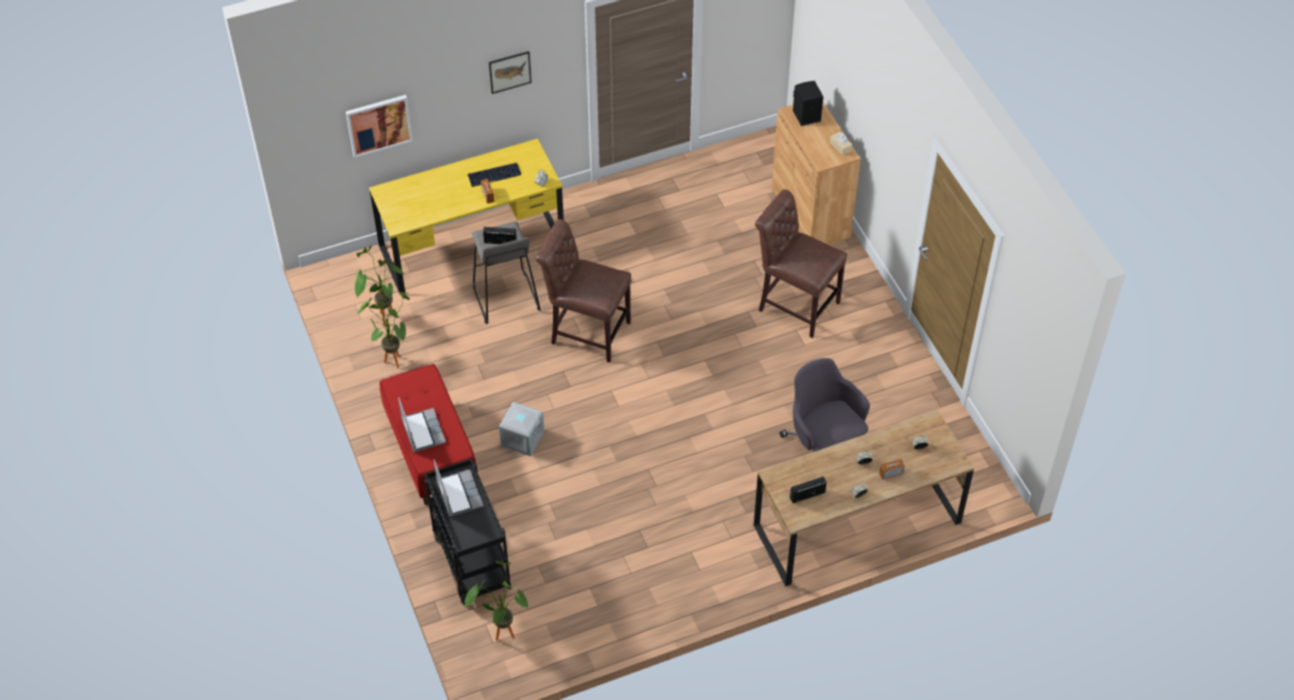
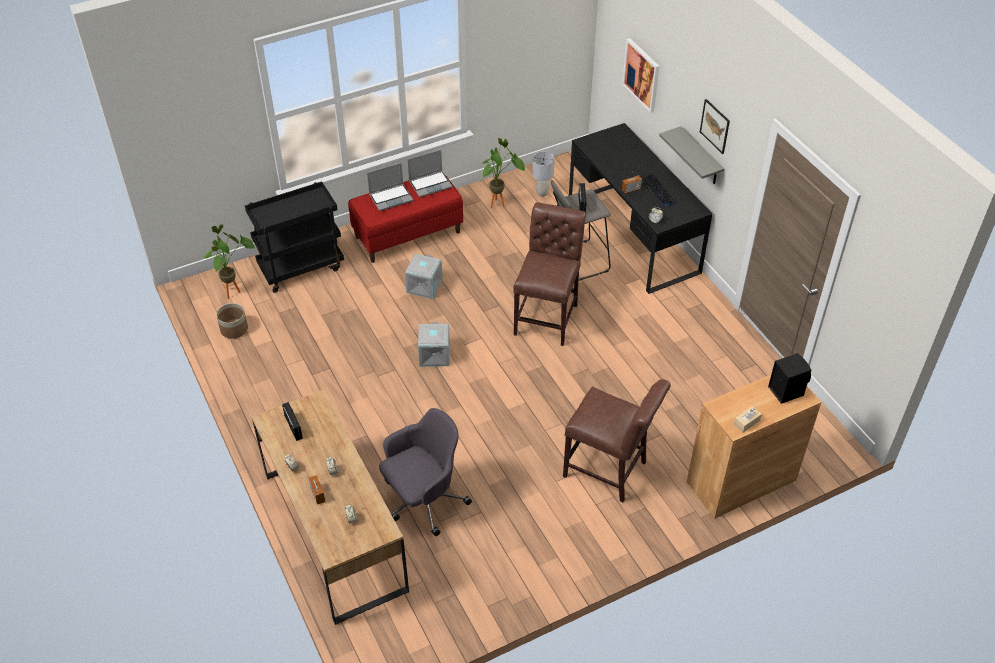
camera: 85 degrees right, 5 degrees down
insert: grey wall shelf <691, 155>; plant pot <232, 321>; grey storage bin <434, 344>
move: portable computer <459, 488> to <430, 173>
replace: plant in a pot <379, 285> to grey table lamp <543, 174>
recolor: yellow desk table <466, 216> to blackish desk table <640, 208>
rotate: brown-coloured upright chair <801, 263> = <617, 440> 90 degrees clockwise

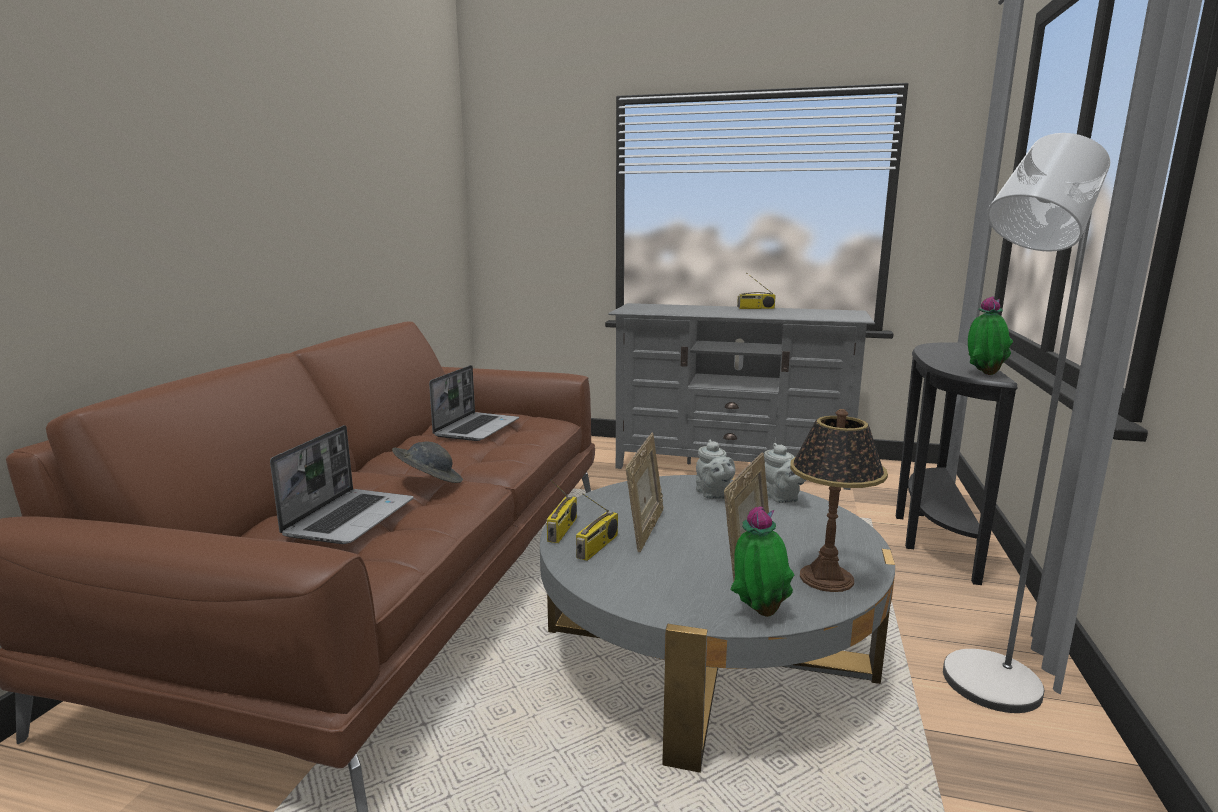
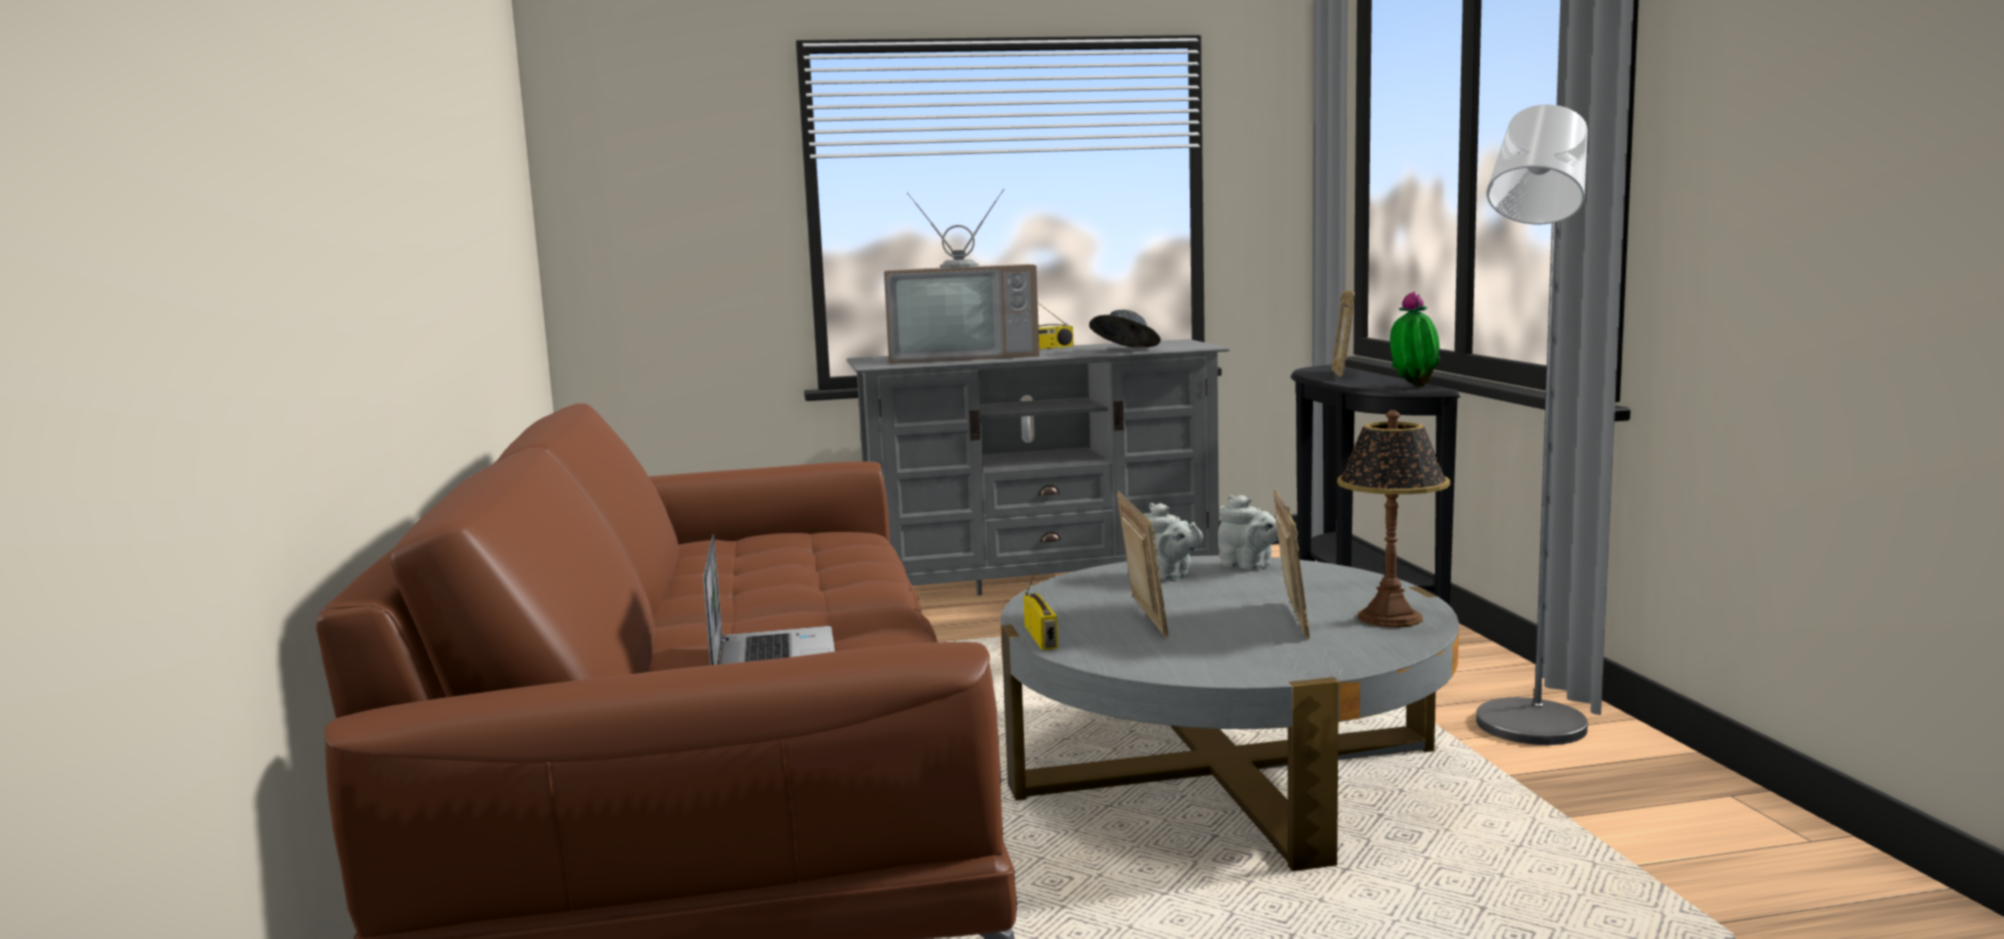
camera: 25 degrees left, 5 degrees down
delete: portable computer <474, 403>; radio receiver <597, 527>; plant in a pot <762, 561>
insert: TV <961, 276>; photo frame <1343, 333>
move: grey clothing hat <427, 462> to <1125, 329>

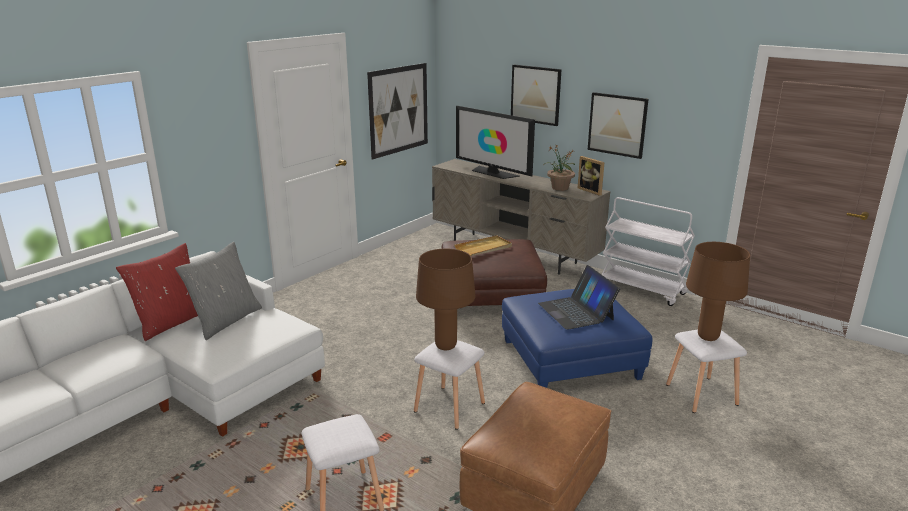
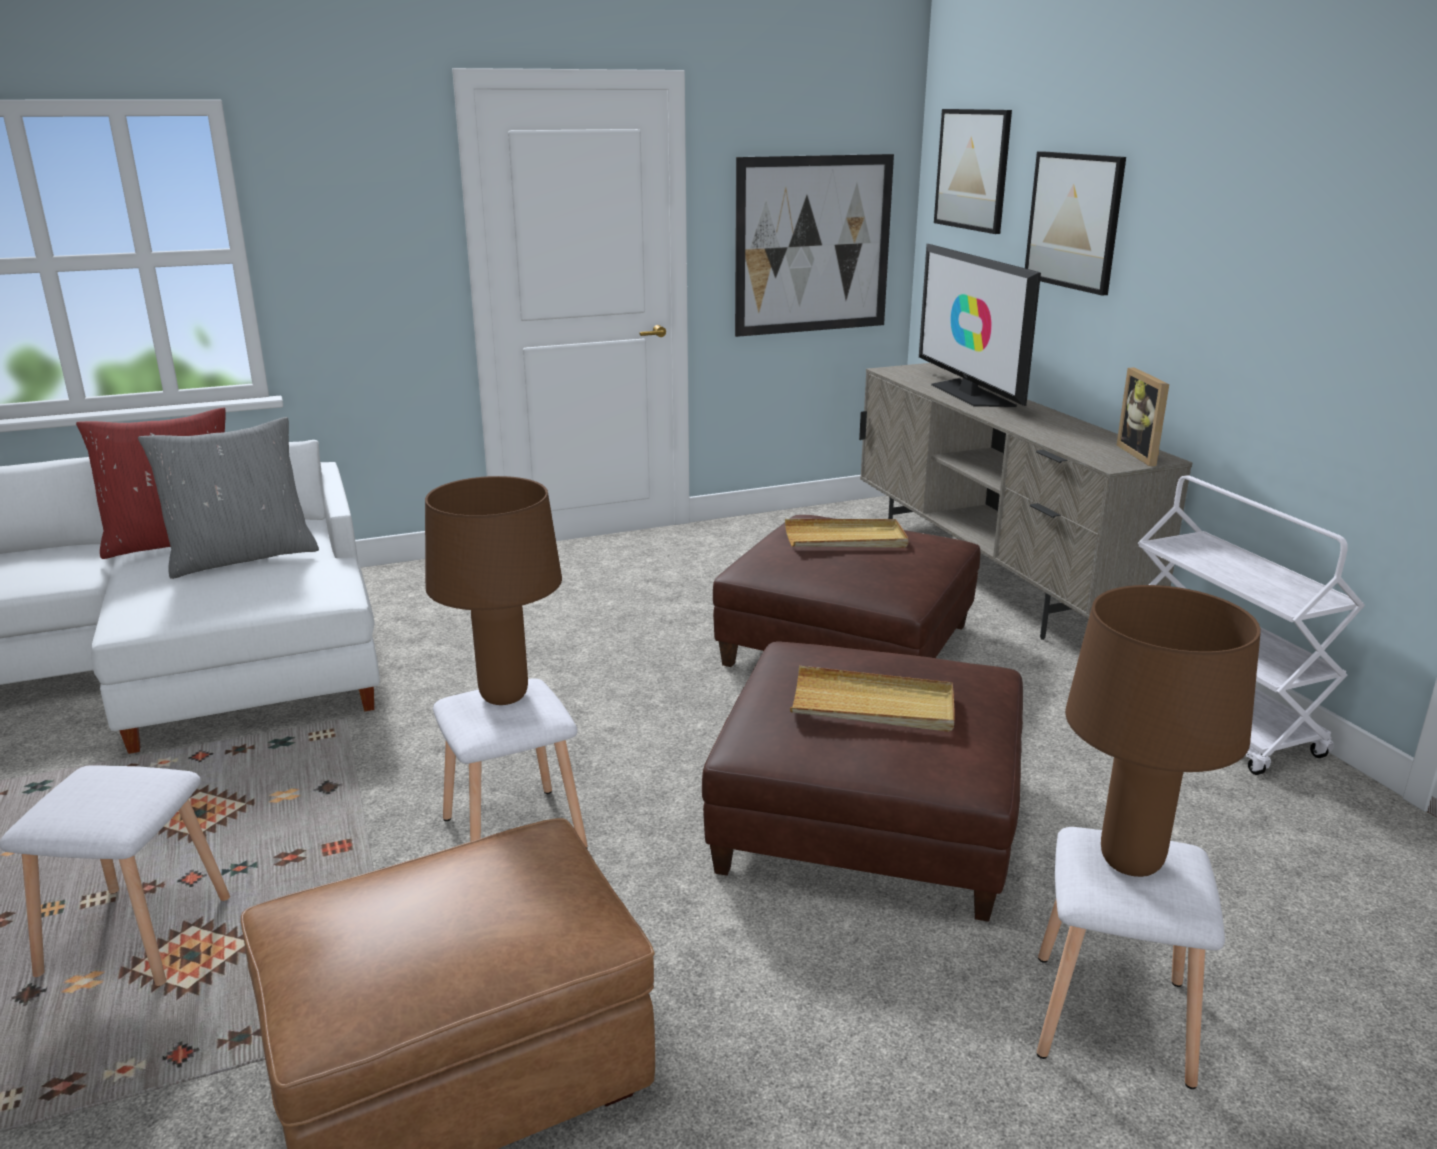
camera: 30 degrees right, 0 degrees up
delete: plant in a pot <559, 168>
move: wall art <618, 125> to <973, 171>
replace: portable computer <579, 297> to beige-coloured tray <872, 699>
recolor: blue footrest <577, 338> to brown-coloured footrest <862, 782>

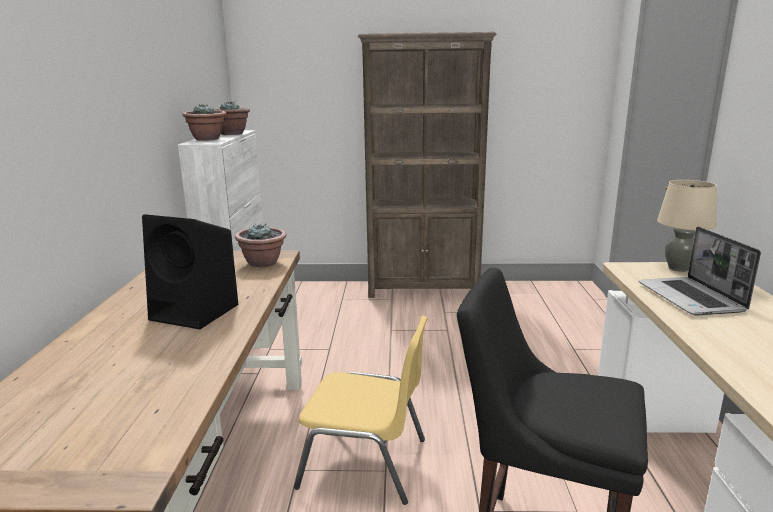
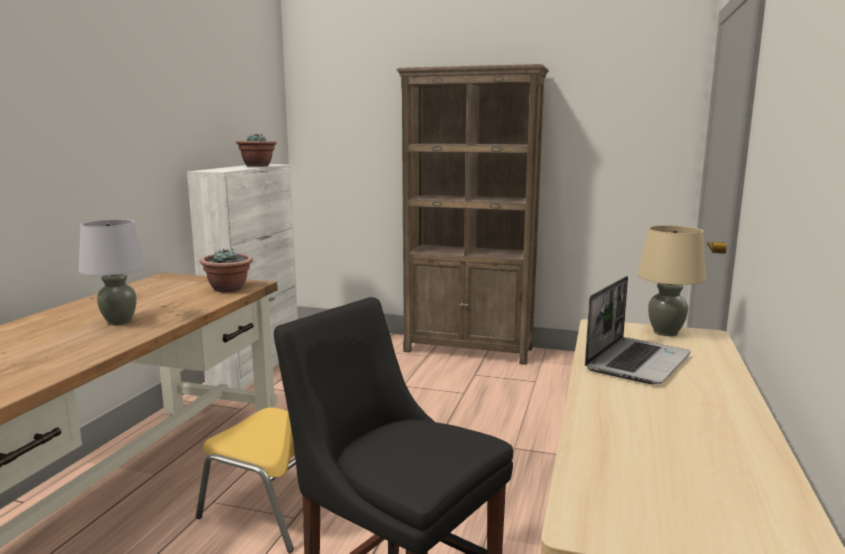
camera: 15 degrees right, 5 degrees down
delete: plant in a pot <204, 122>
replace: blackish speaker <190, 271> to grey table lamp <113, 272>
rotate: portable computer <699, 271> = <638, 330> 150 degrees counterclockwise

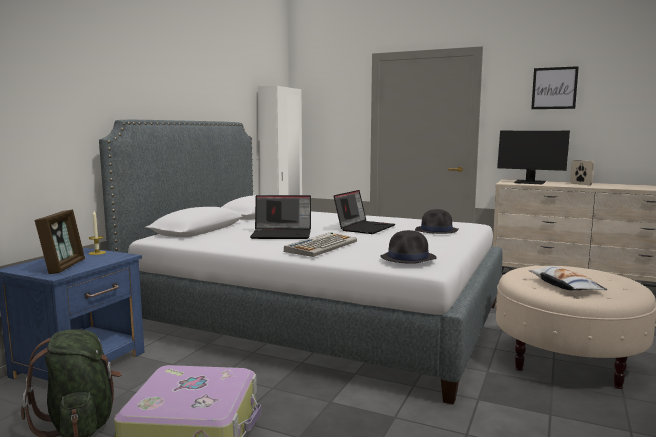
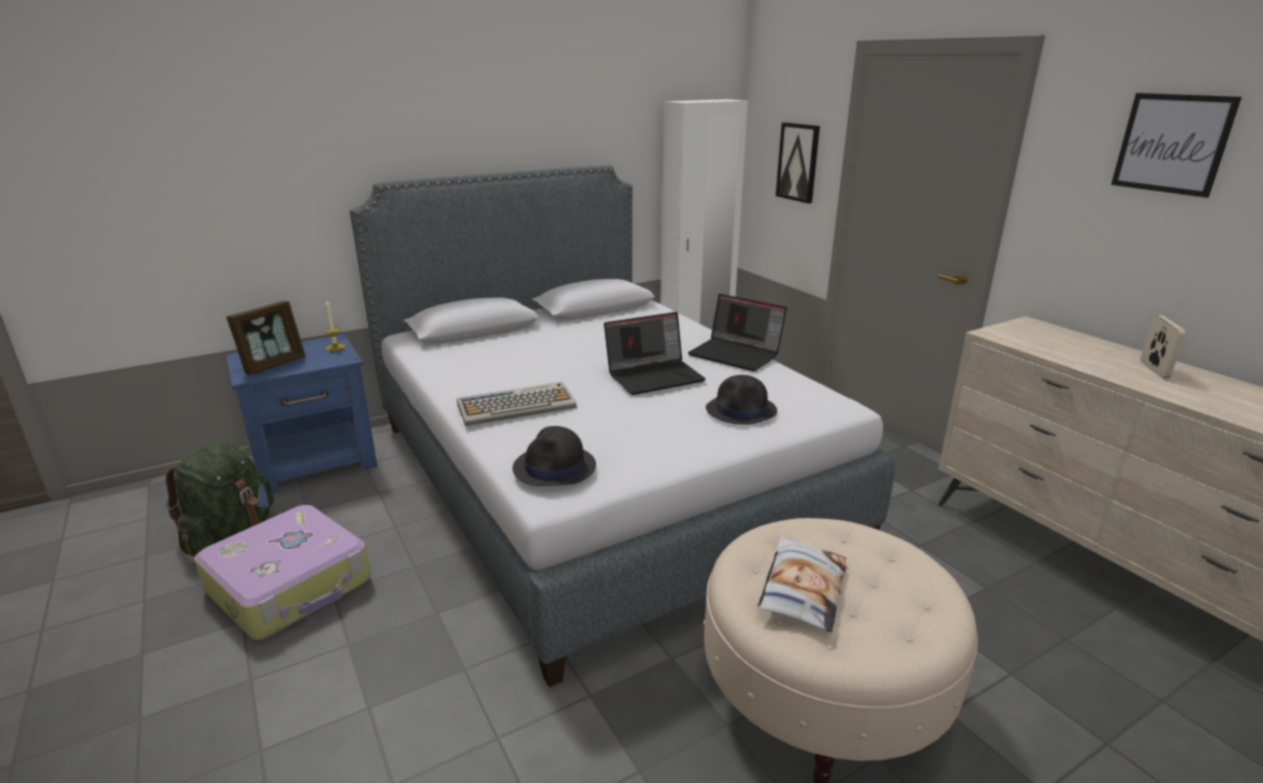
camera: 35 degrees right, 15 degrees up
delete: computer display <533, 157>
insert: wall art <798, 163>
move: portable computer <280, 217> to <737, 332>

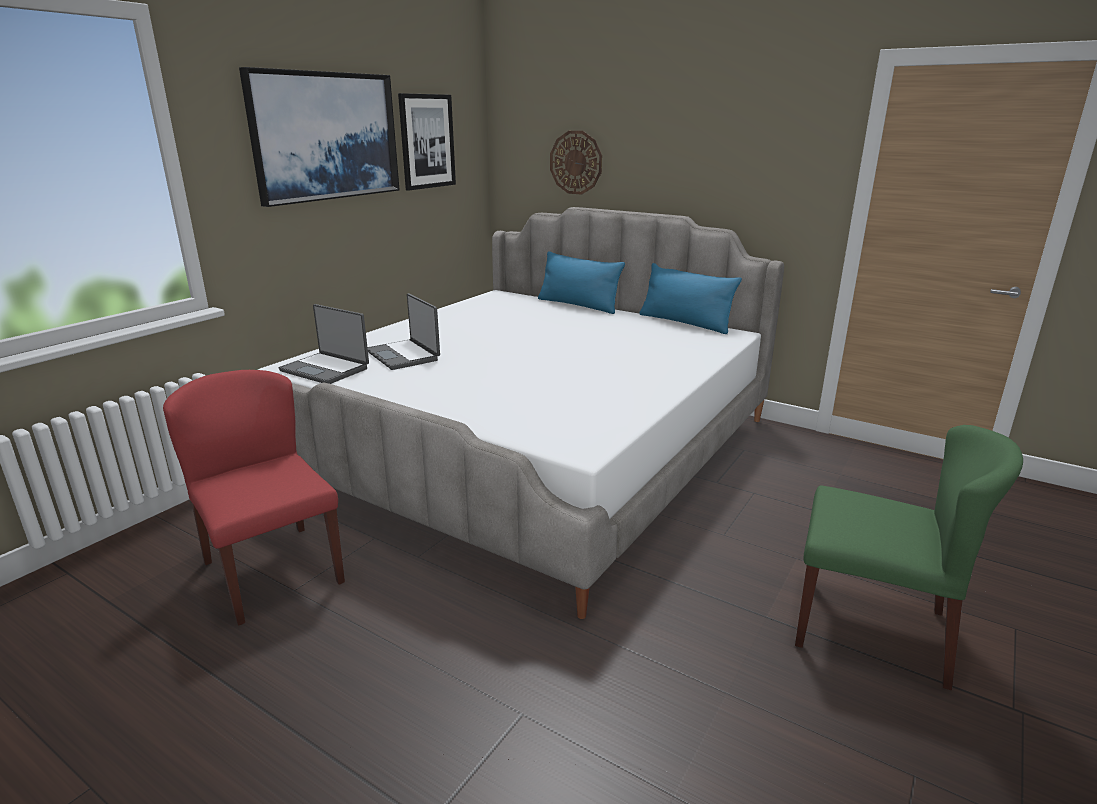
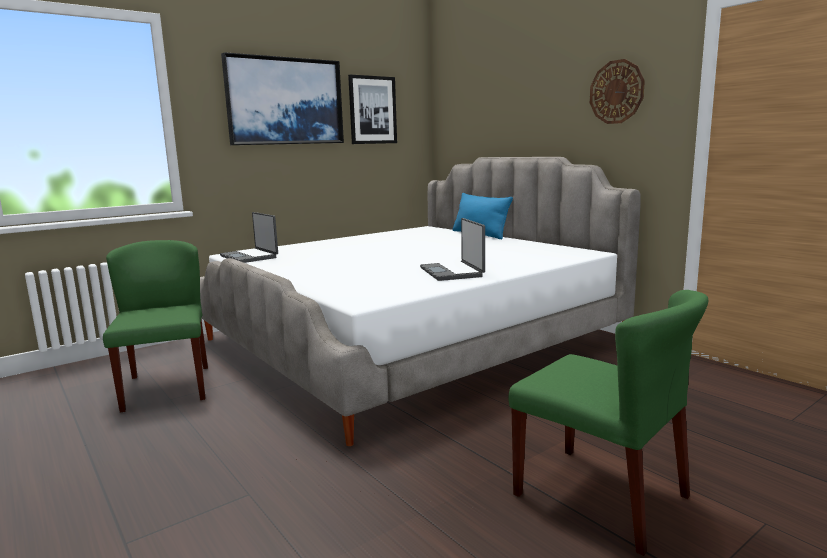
camera: 20 degrees right, 10 degrees down
delete: blue throw pillow <690, 298>
move: wall clock <576, 163> to <617, 91>; portable computer <403, 331> to <452, 249>
recolor: reddish upright chair <254, 498> to green upright chair <155, 326>

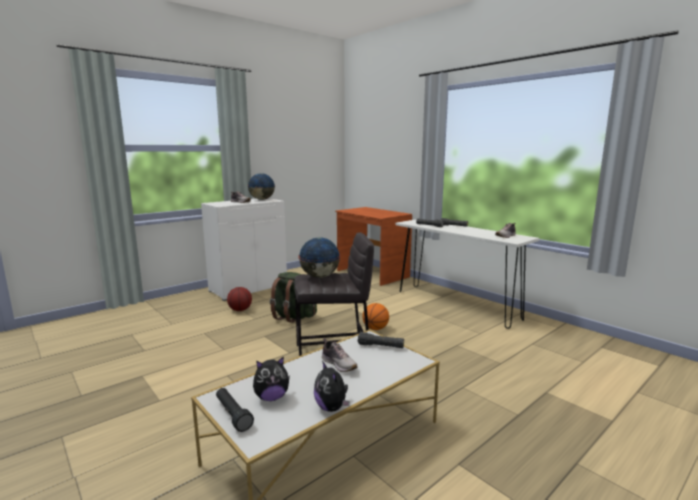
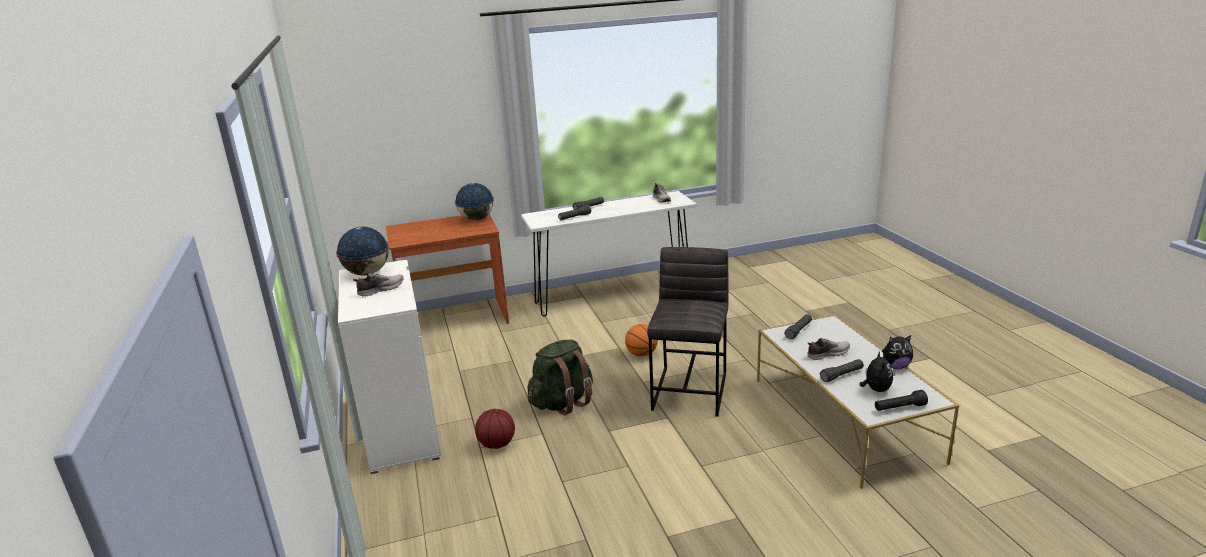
camera: 65 degrees left, 10 degrees up
insert: blackish hand torch <842, 370>
move: globe <319, 257> to <474, 201>

